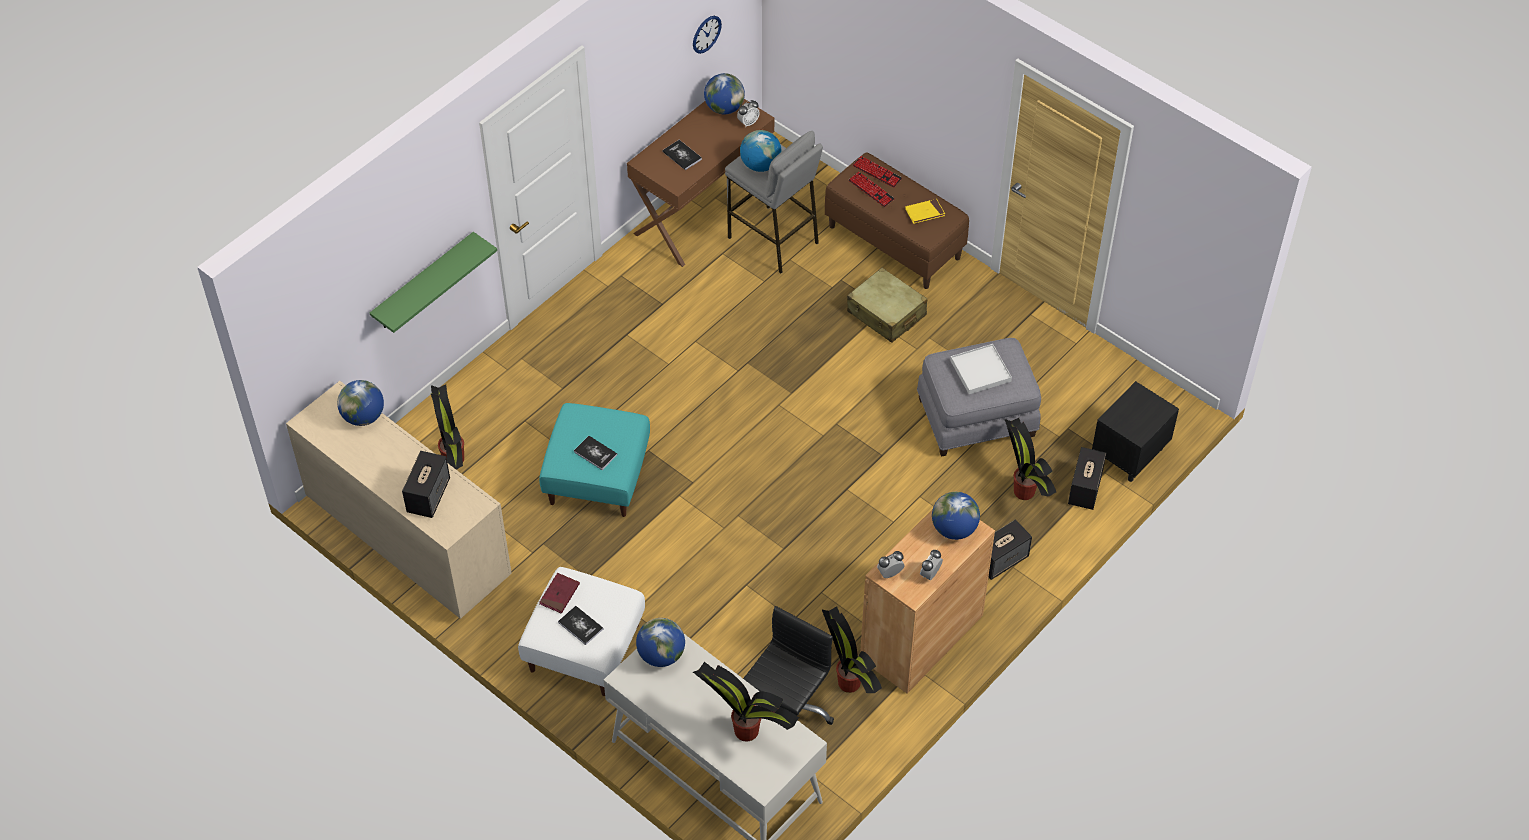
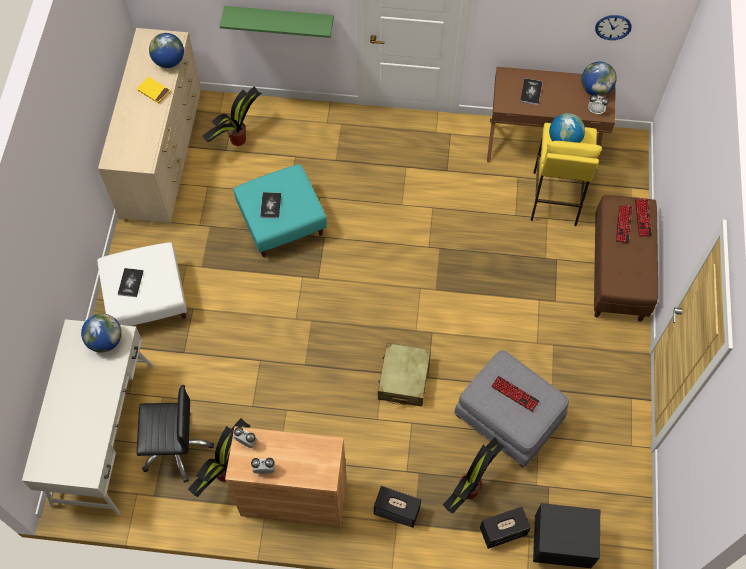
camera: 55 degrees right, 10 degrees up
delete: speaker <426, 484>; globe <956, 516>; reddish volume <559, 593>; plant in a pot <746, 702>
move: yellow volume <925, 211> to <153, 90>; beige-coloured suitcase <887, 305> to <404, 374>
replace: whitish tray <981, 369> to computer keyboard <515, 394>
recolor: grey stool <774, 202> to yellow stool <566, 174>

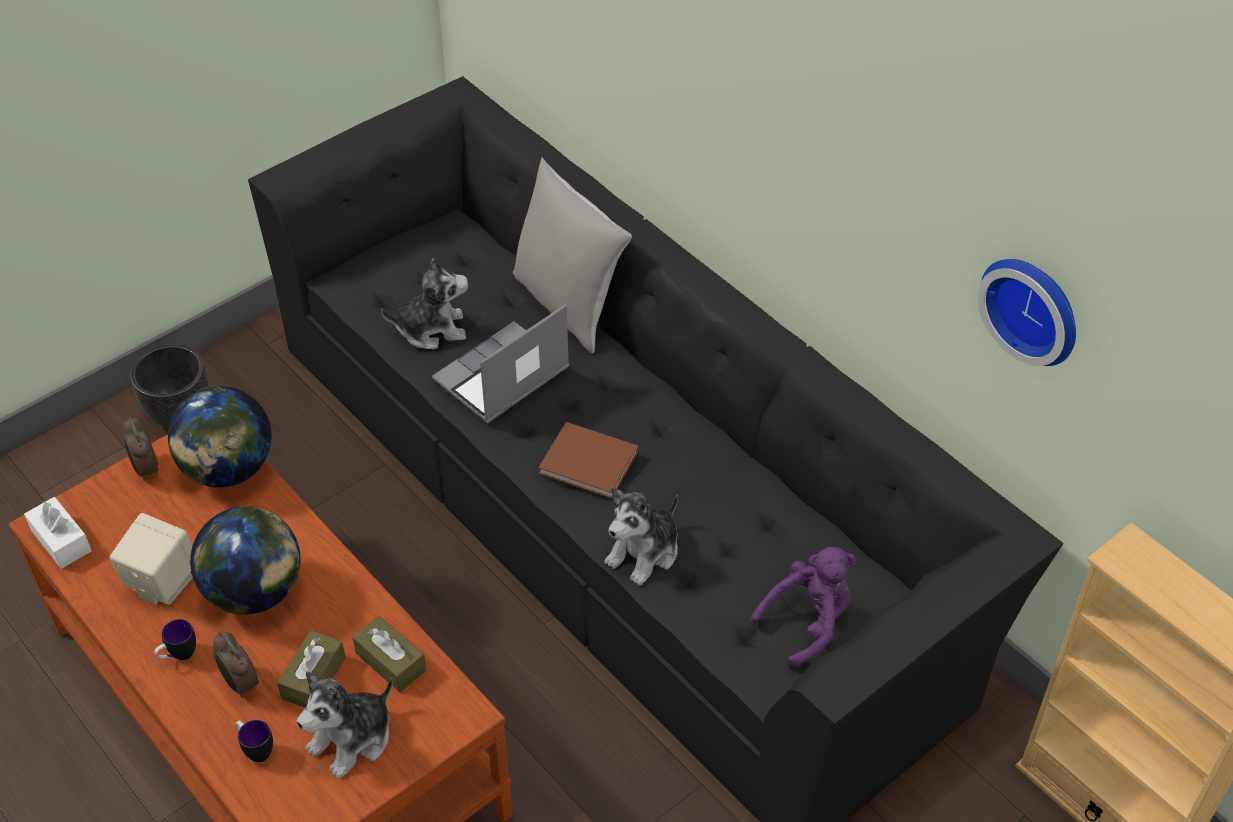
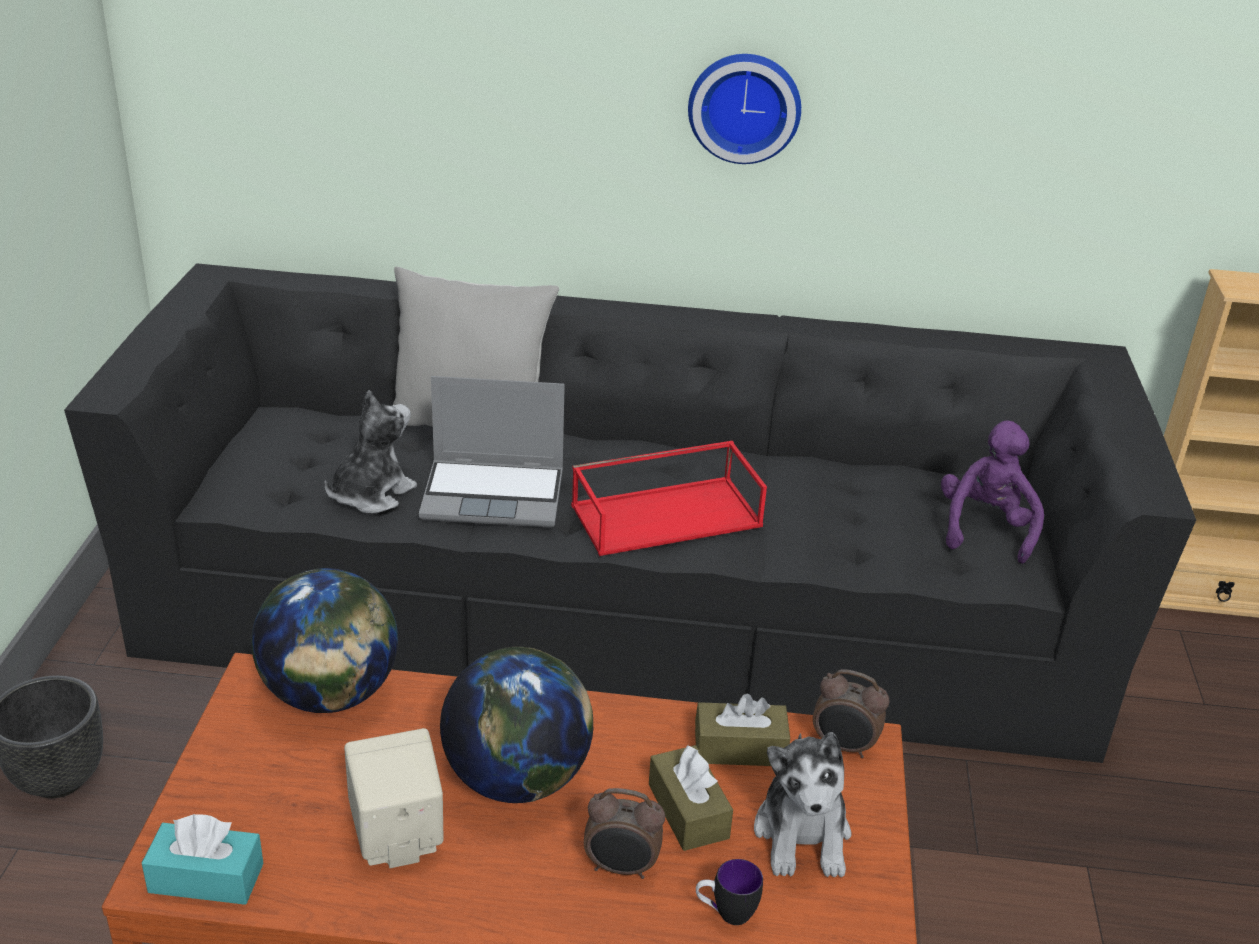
camera: 45 degrees left, 15 degrees down
delete: cuddly toy <641, 536>; coffee mug <175, 639>
move: wall clock <1027, 312> to <744, 109>; bedside clock <140, 448> to <851, 713>
replace: brown-coloured volume <588, 460> to reddish tray <669, 498>
recolor: whitish tissue holder <57, 533> to blue-green tissue holder <203, 859>
rotate: portable computer <500, 364> = <492, 452> 90 degrees counterclockwise

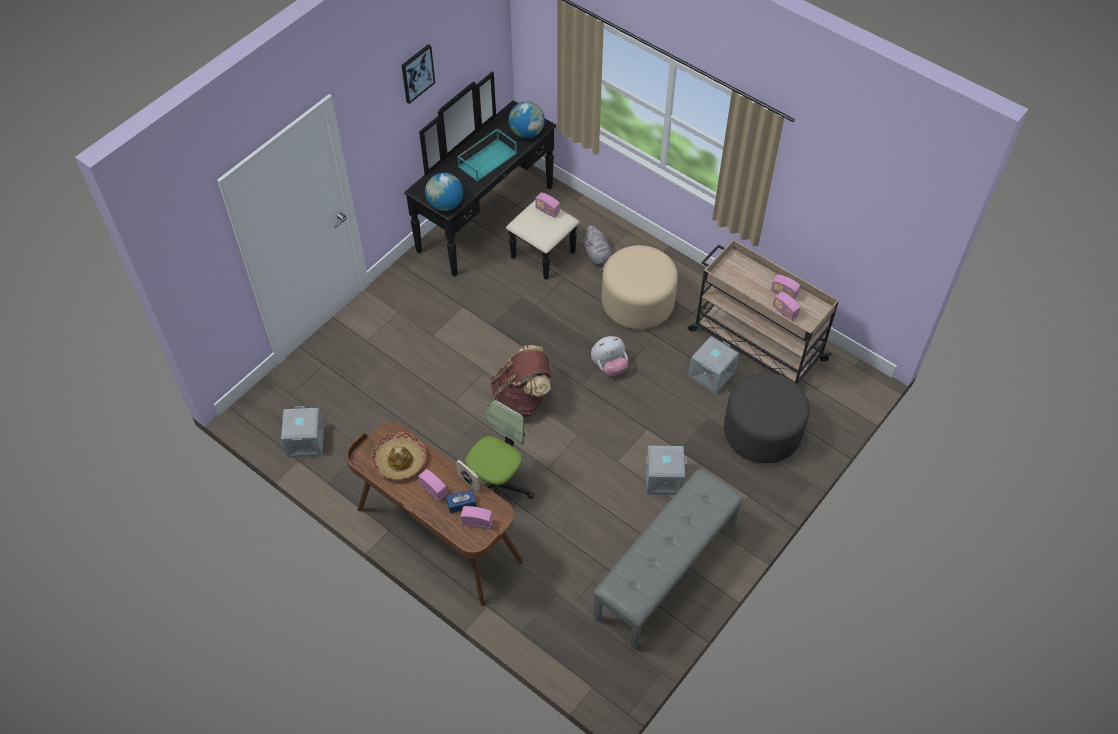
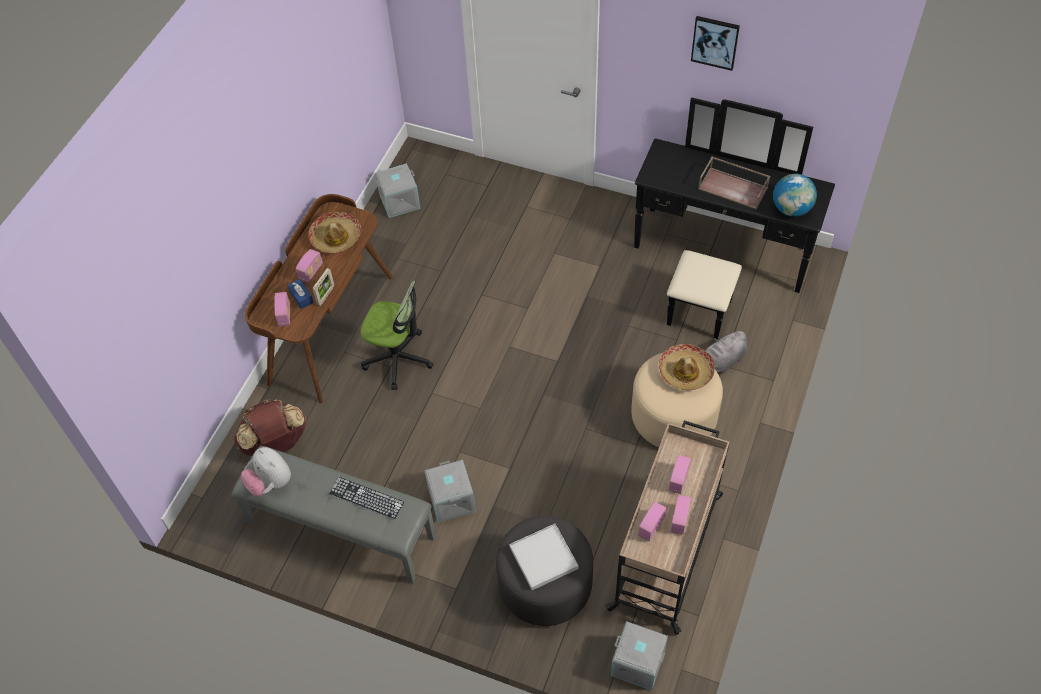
camera: 75 degrees right, 0 degrees up
delete: globe <444, 192>
insert: clothing hat <687, 367>; computer keyboard <367, 498>; whitish tray <544, 557>
move: radio receiver <547, 205> to <680, 474>; cuddly toy <609, 356> to <266, 472>; grey storage bin <713, 365> to <639, 656>; brown-coloured knapsack <520, 381> to <270, 427>
recolor: blue-green tray <487, 155> to brown-coloured tray <734, 183>

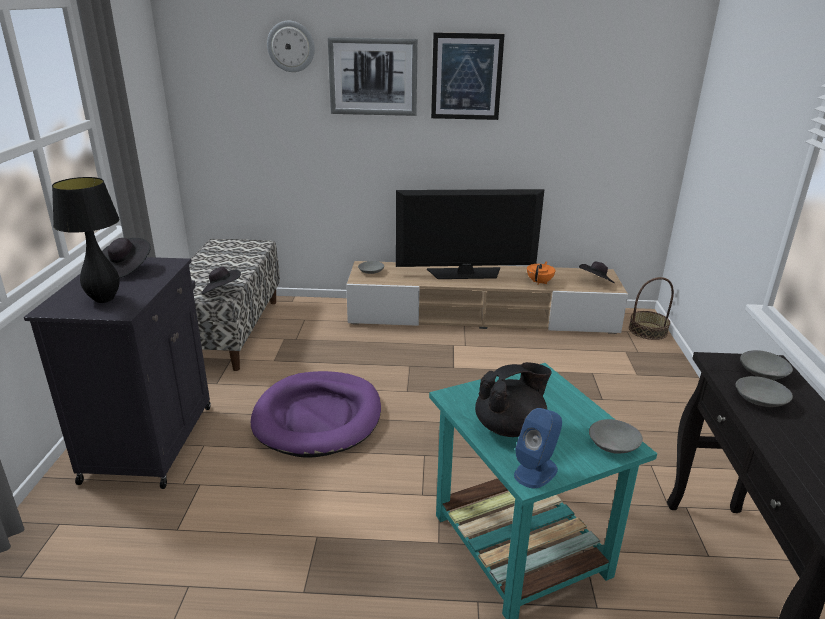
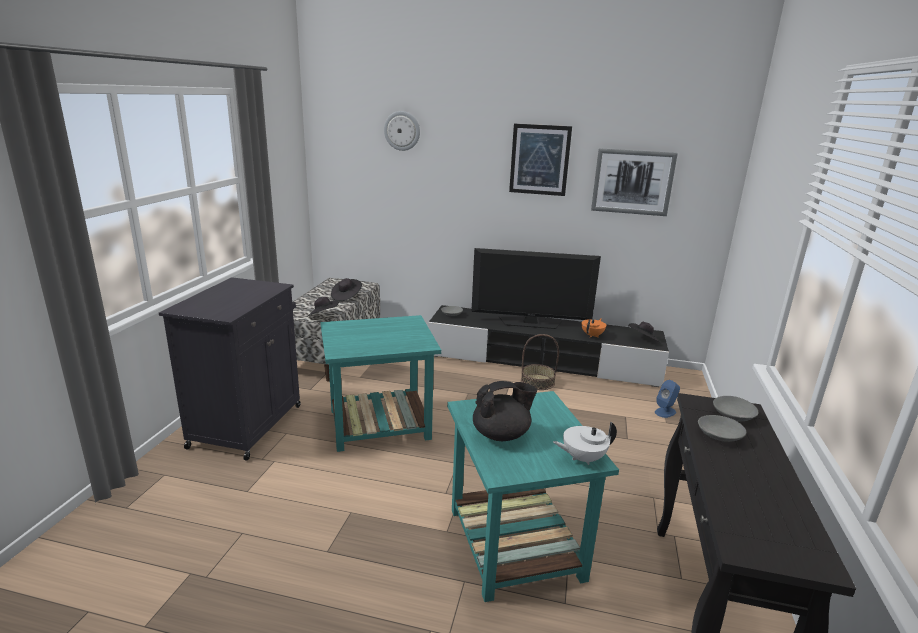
camera: 10 degrees right, 5 degrees down
delete: blackish table lamp <86, 240>
move: wall art <373, 76> to <634, 182>; blackish clothing hat <126, 258> to <346, 289>; basket <651, 308> to <540, 362>; blue speaker <538, 448> to <667, 399>
replace: purplish dog cushion <316, 414> to blue-green side table <380, 383>; grey deep dish <616, 436> to whitish teapot <585, 443>
recolor: beige-coloured tv unit <487, 297> to blackish tv unit <548, 346>

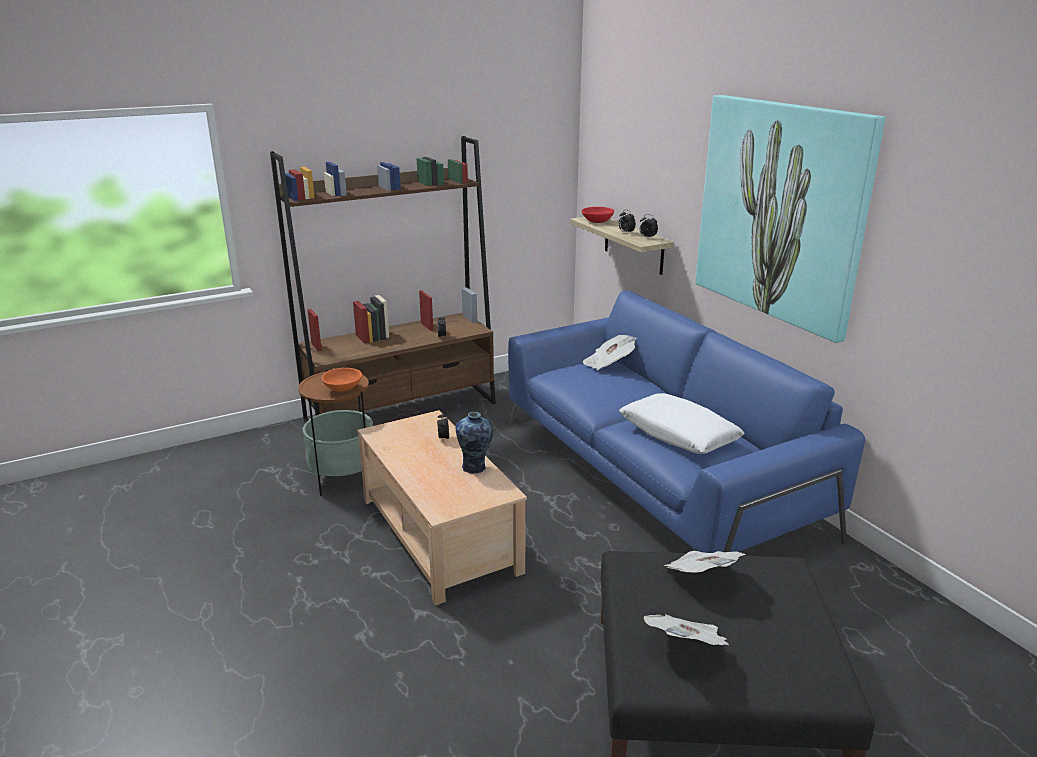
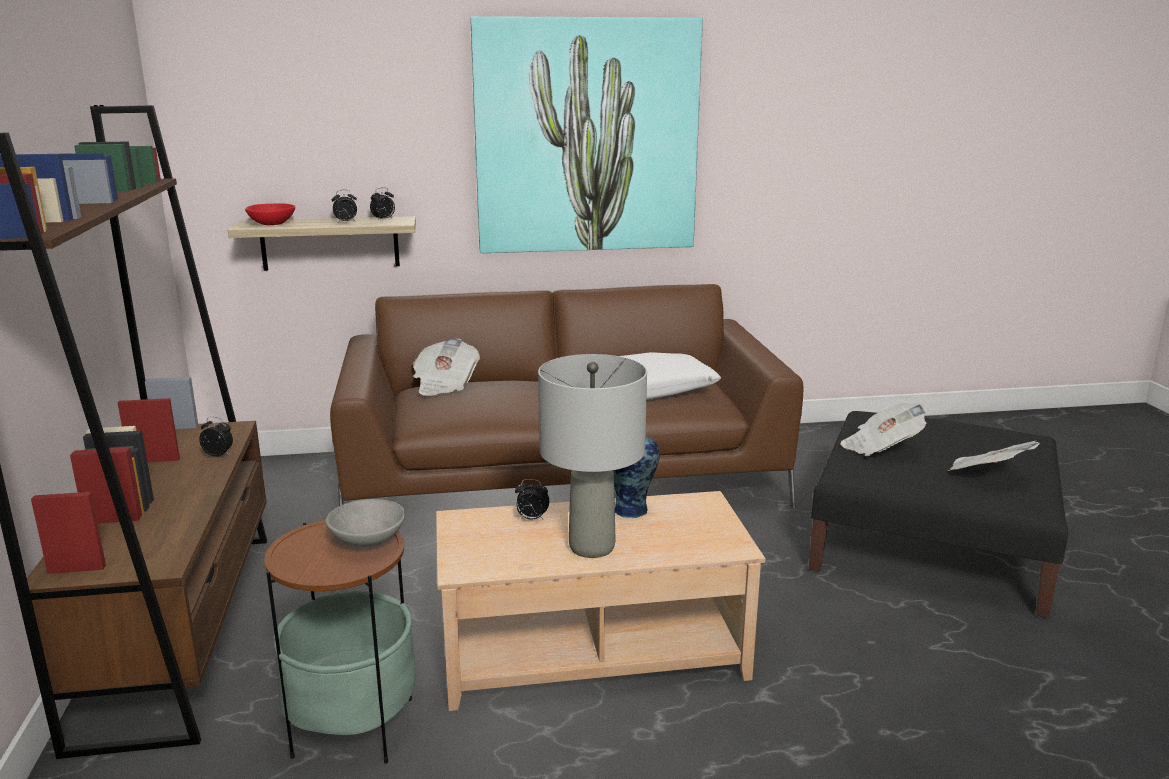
camera: 70 degrees left, 5 degrees down
insert: grey table lamp <592, 456>
recolor: blue settee <686, 422> to brown-coloured settee <566, 396>; orange-coloured deep dish <342, 380> to grey deep dish <365, 523>

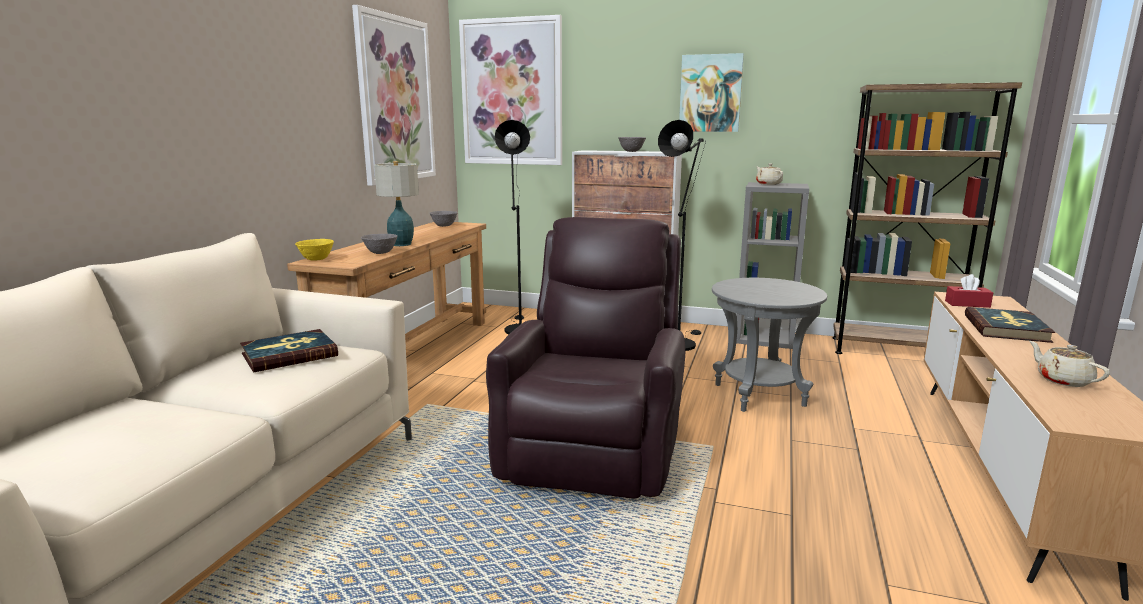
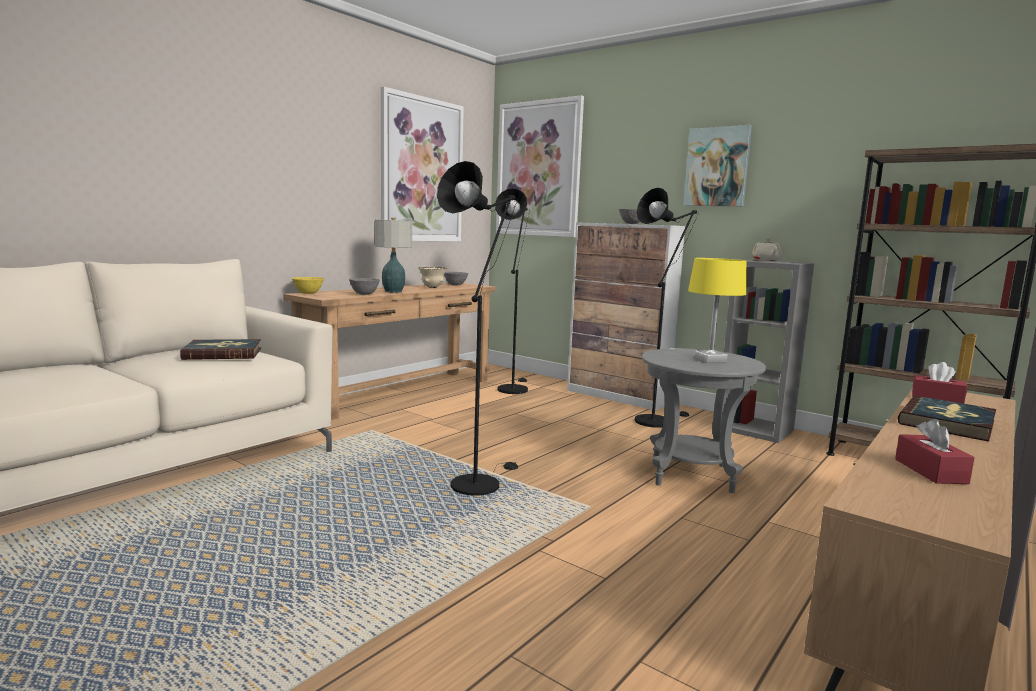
camera: 20 degrees right, 5 degrees down
insert: yellow table lamp <717, 310>; beige-coloured deep dish <432, 277>
replace: brown-coloured easy chair <585, 358> to blackish standard lamp <477, 328>; beige-coloured teapot <1069, 364> to reddish tissue holder <935, 451>

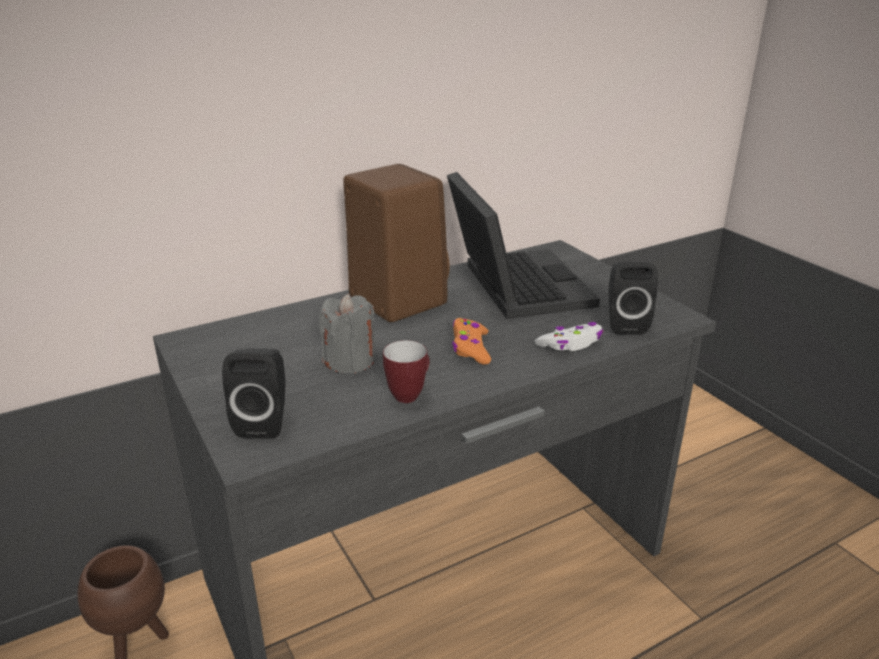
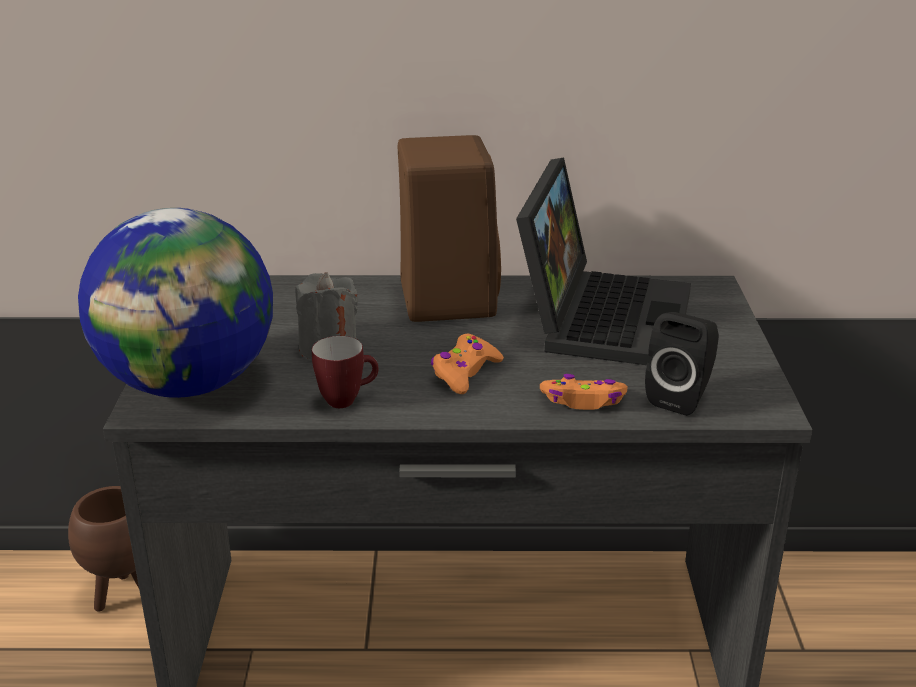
camera: 30 degrees right, 0 degrees up
replace: blackish speaker <253, 393> to globe <175, 303>
recolor: whitish joypad <568, 336> to orange-coloured joypad <584, 392>

